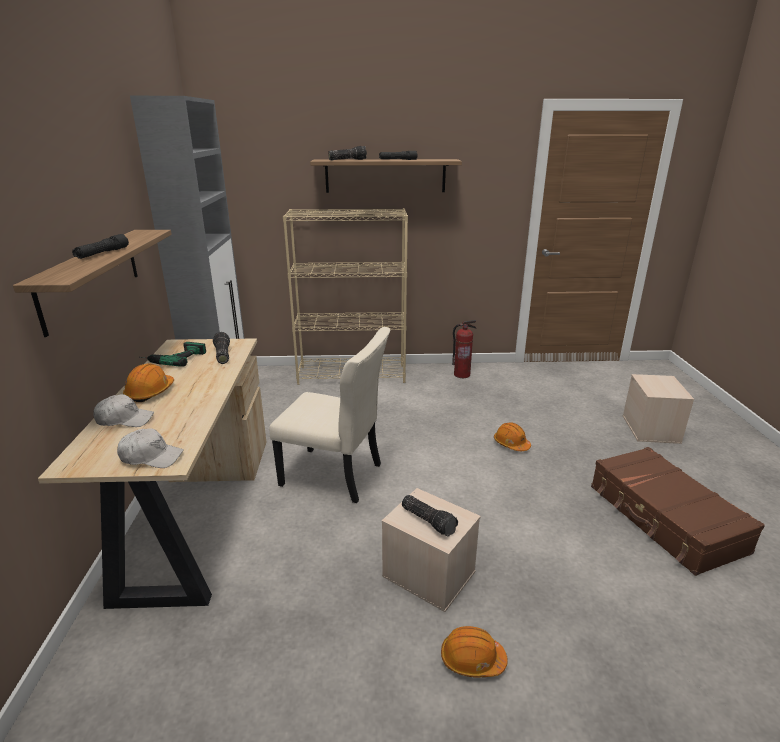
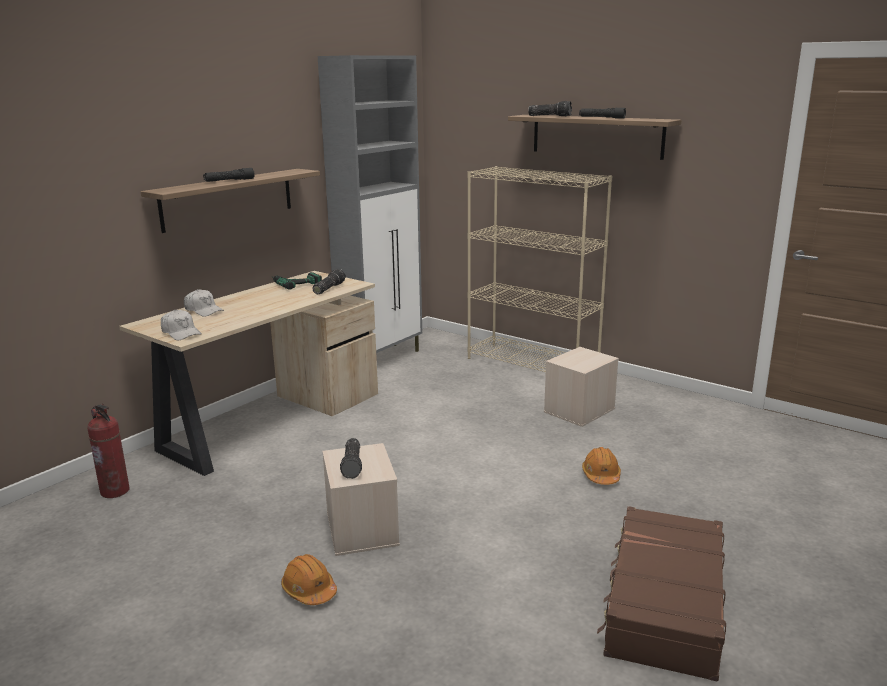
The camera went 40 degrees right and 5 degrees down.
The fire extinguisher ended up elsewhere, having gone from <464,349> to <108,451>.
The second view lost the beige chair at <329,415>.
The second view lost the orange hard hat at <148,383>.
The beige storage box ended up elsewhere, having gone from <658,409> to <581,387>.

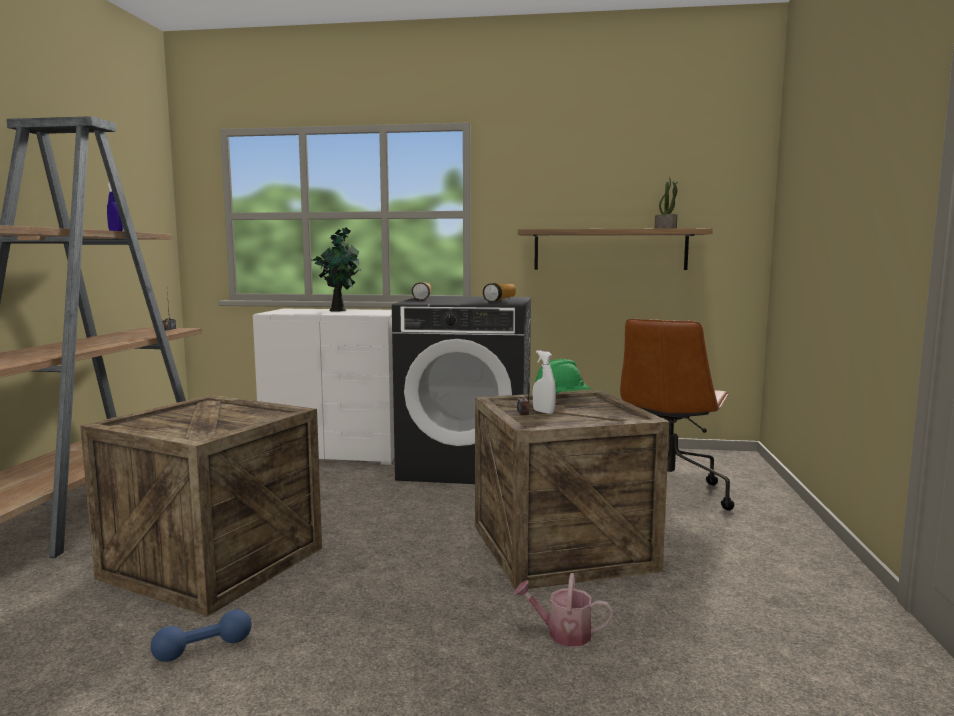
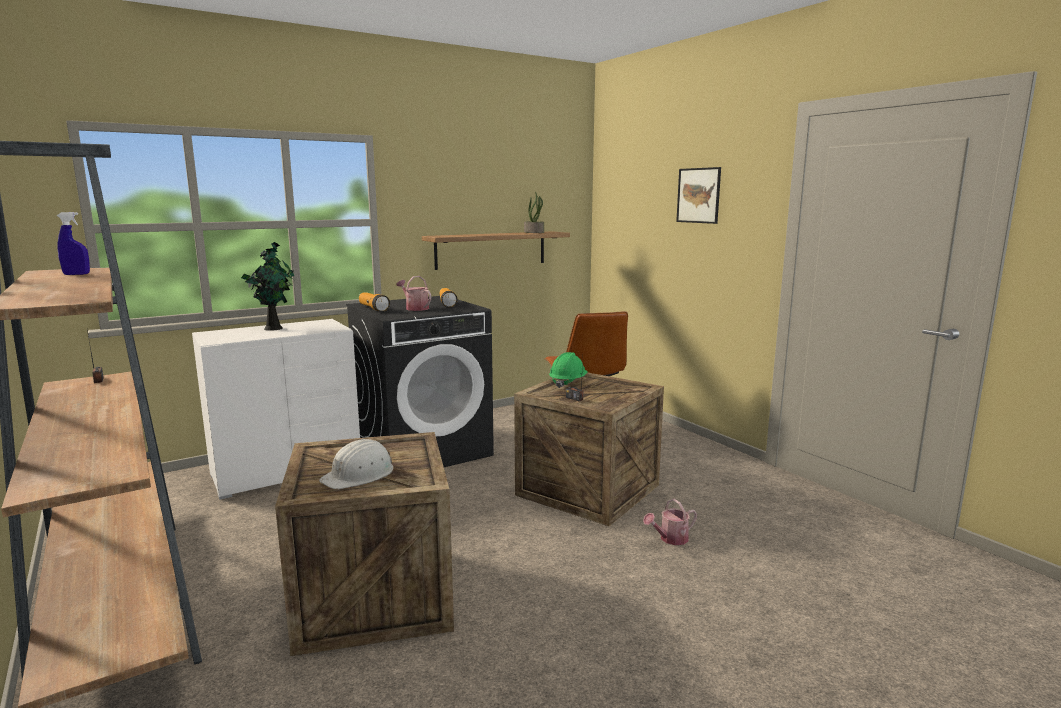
The camera went 40 degrees left and 5 degrees up.
The second view lost the white spray bottle at <544,382>.
The second view lost the blue dumbbell at <201,635>.
The second view gained the picture at <698,195>.
The second view gained the watering can at <414,293>.
The second view gained the white hard hat at <356,464>.

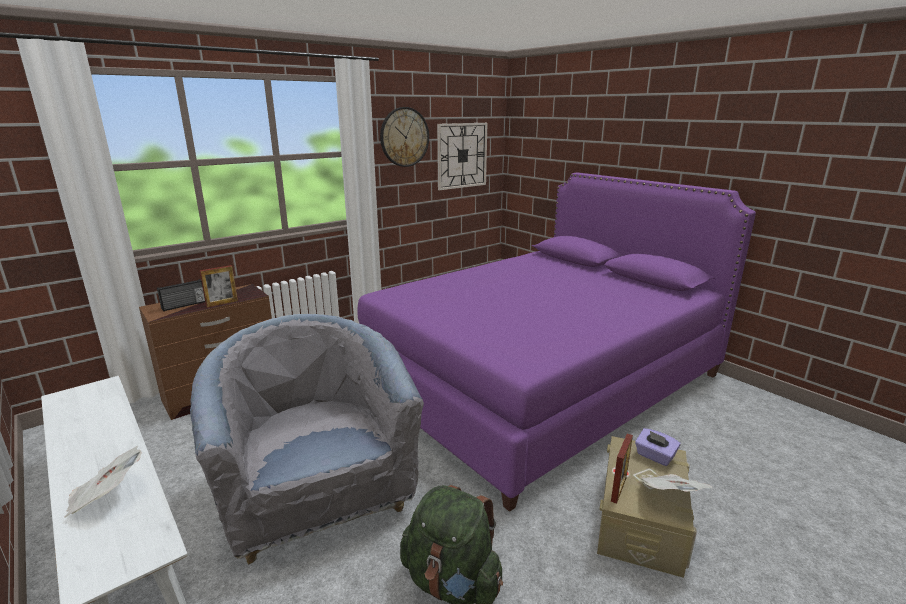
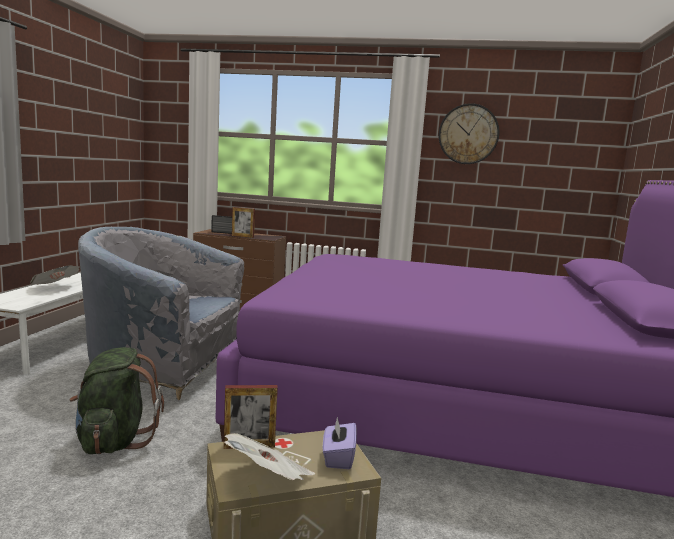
The camera went 50 degrees right and 10 degrees down.
The second view lost the wall clock at <462,156>.
The grey armchair at <307,439> ended up facing another way, 105 degrees counterclockwise from before.

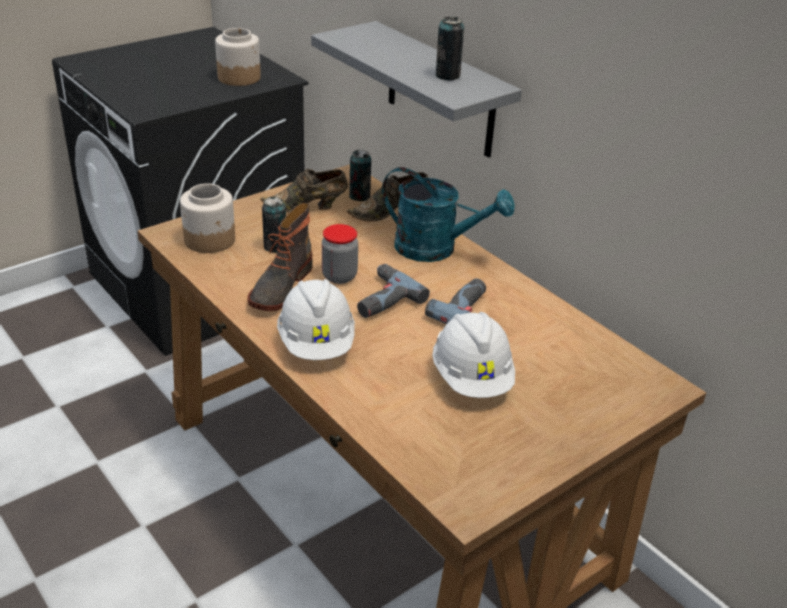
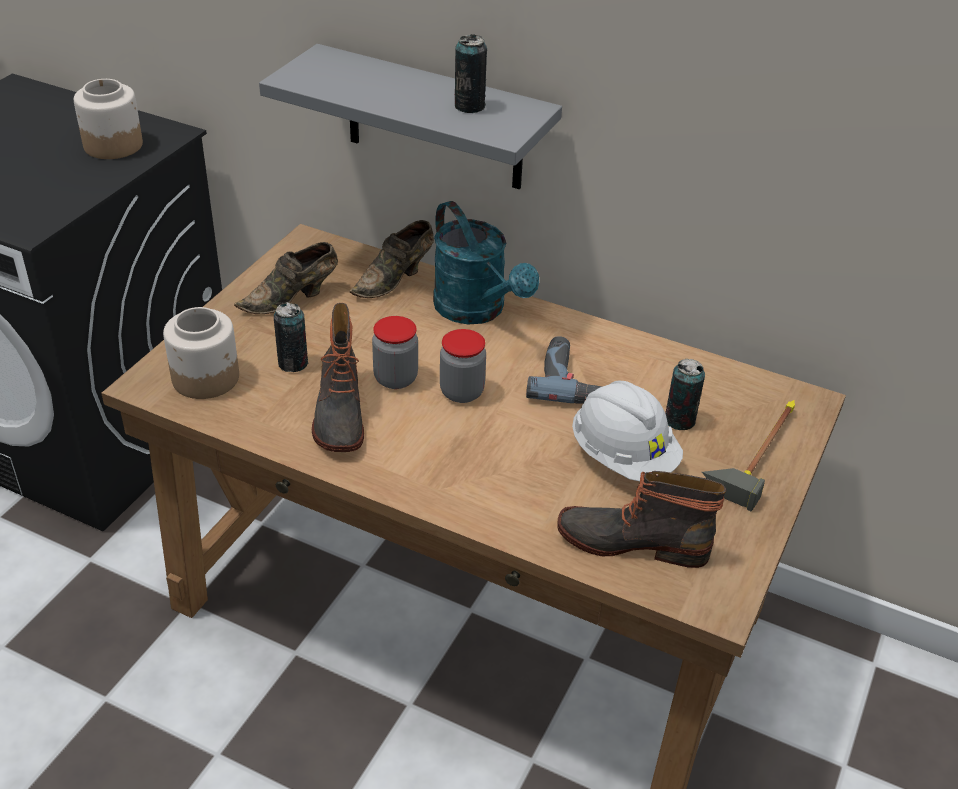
The camera went 25 degrees left and 5 degrees up.
The can ended up elsewhere, having gone from <360,175> to <685,394>.
The turquoise watering can at <448,214> ended up facing another way, 60 degrees clockwise from before.
Where the power drill stood at <393,291>, the jar came to stand at <463,366>.
The second view lost the white hard hat at <316,319>.
The second view gained the hammer at <748,455>.
The second view gained the boot at <641,519>.

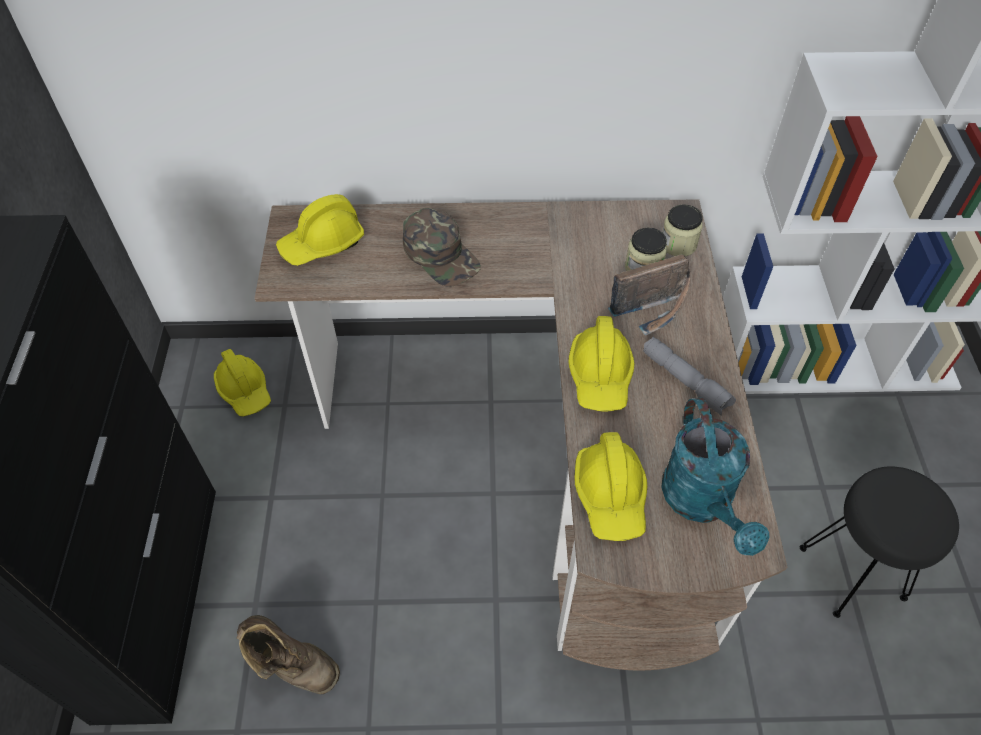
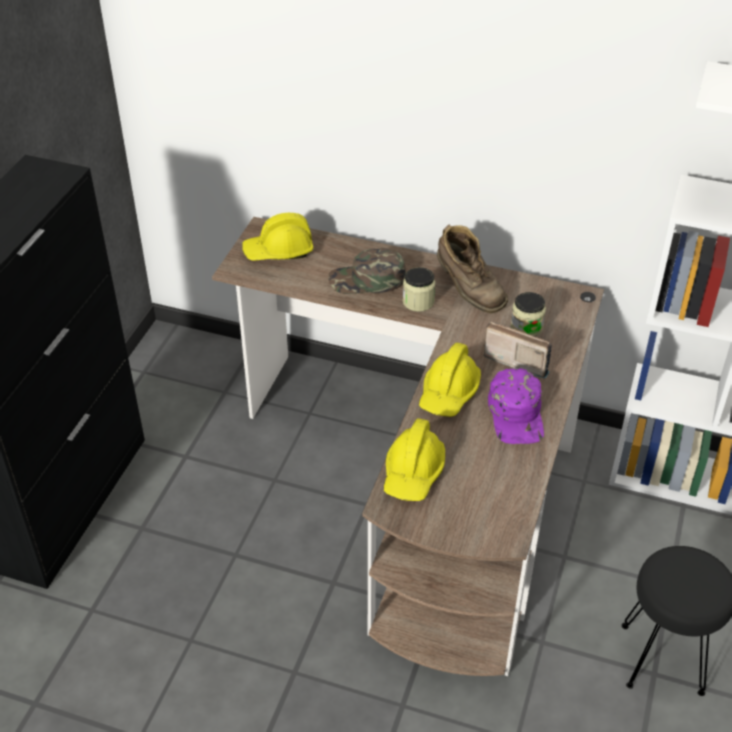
The camera went 20 degrees right and 10 degrees down.
The jar ended up elsewhere, having gone from <682,230> to <419,289>.
The green cap at <442,247> ended up facing another way, 105 degrees clockwise from before.
The radio at <649,295> ended up facing another way, 150 degrees counterclockwise from before.
Where the grey flashlight stood at <689,376>, the purple cap came to stand at <516,406>.
The second view lost the yellow hard hat at <242,383>.
The second view lost the turquoise watering can at <715,476>.
The brown boot ended up elsewhere, having gone from <288,654> to <472,269>.

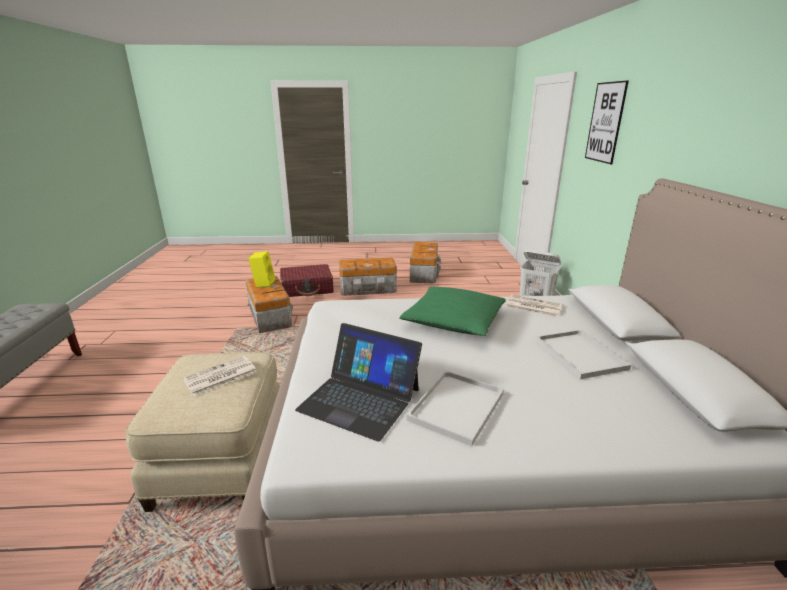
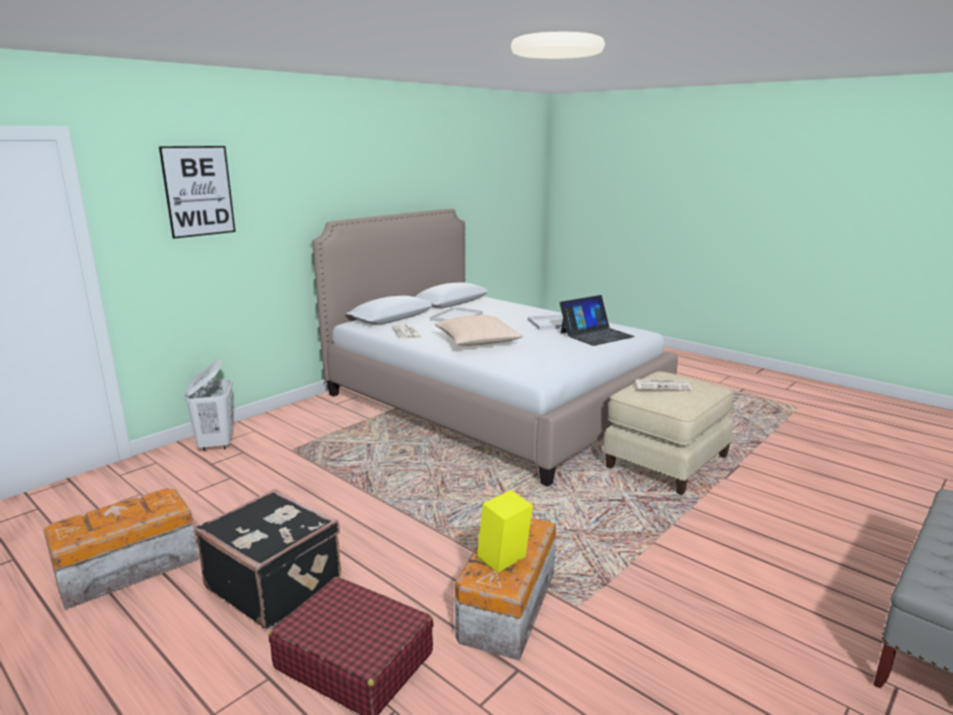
The camera went 135 degrees left and 5 degrees down.
Where the storage box stood at <368,276>, the black suitcase came to stand at <268,559>.
What was the green pillow at <452,311> turned into the beige pillow at <478,330>.
The laptop at <358,382> ended up facing another way, 75 degrees clockwise from before.

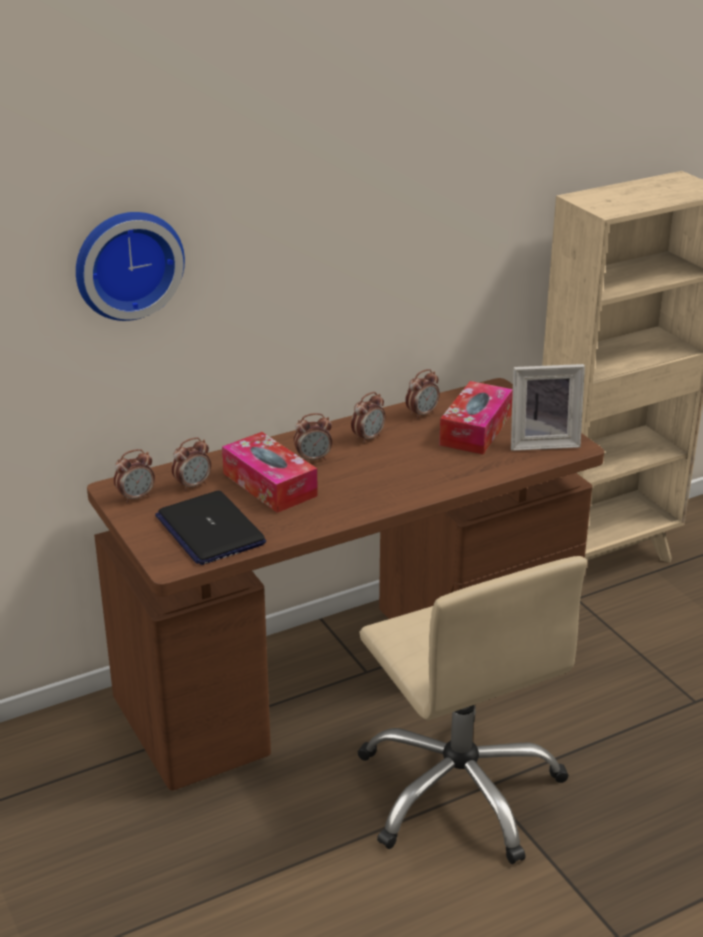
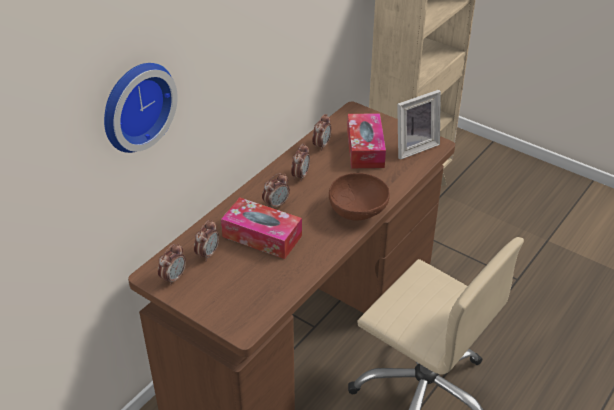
The camera went 25 degrees left and 10 degrees up.
The second view lost the laptop at <210,527>.
The second view gained the brown bowl at <359,197>.

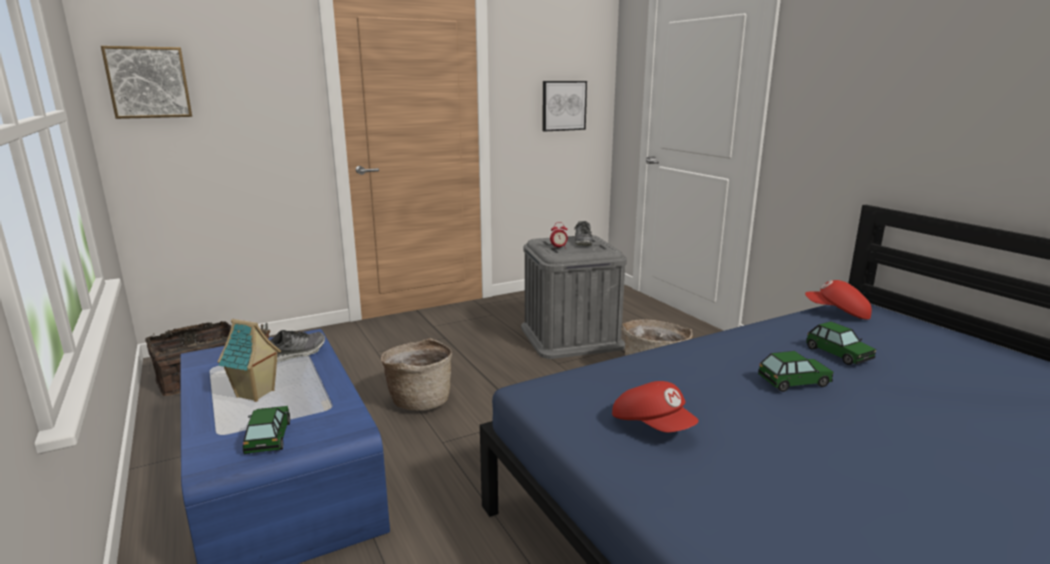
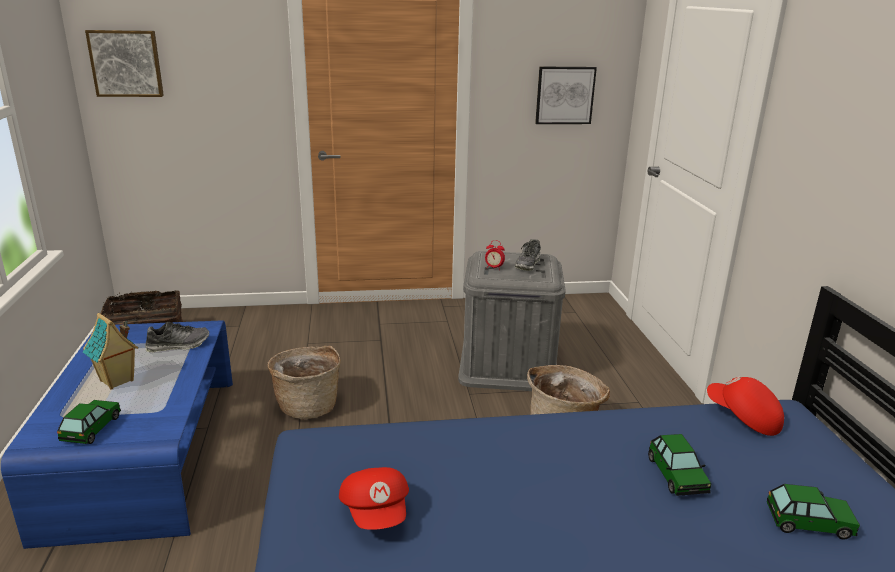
The camera went 20 degrees right and 5 degrees up.
The toy car ended up elsewhere, having gone from <795,371> to <813,511>.

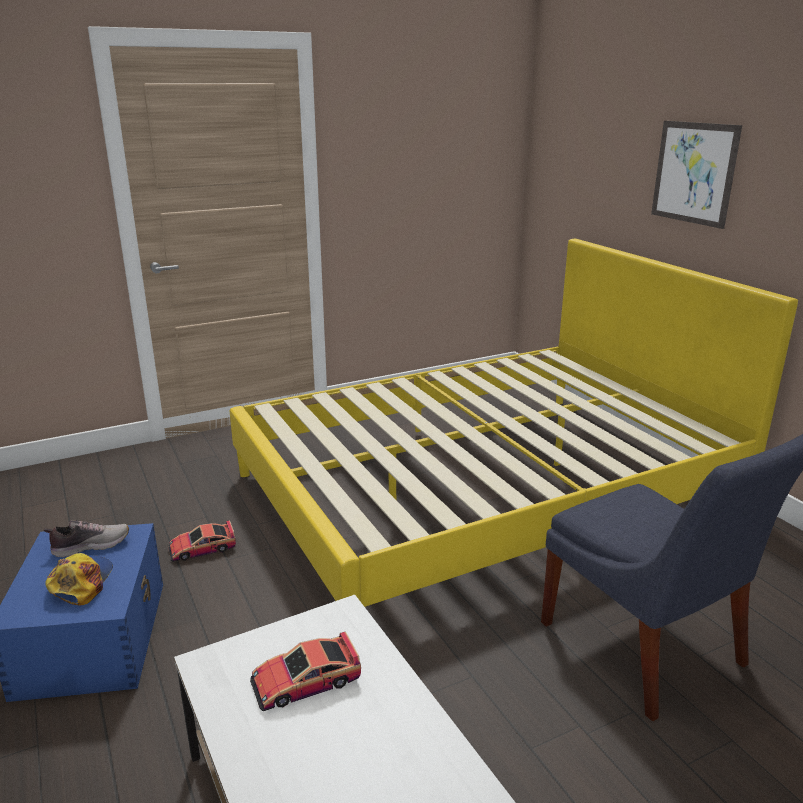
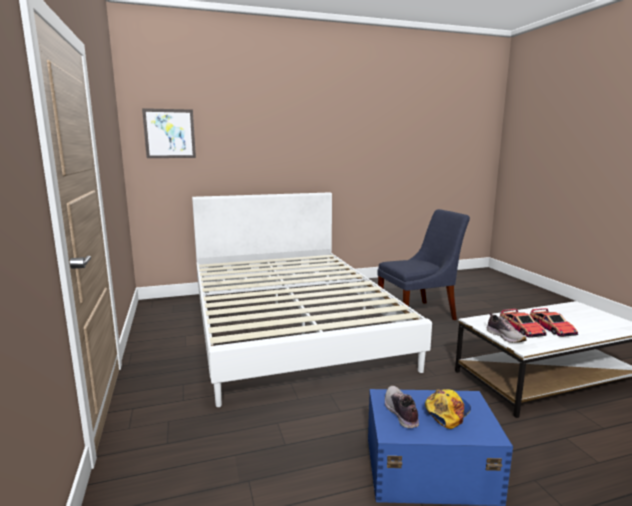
The camera went 80 degrees left and 10 degrees down.
The picture ended up elsewhere, having gone from <696,175> to <169,133>.
What was the yellow bed at <514,423> turned into the white bed at <312,299>.
The toy car ended up elsewhere, having gone from <202,541> to <554,322>.
The cap at <79,579> ended up facing another way, 120 degrees clockwise from before.
The second view gained the shoe at <507,327>.

